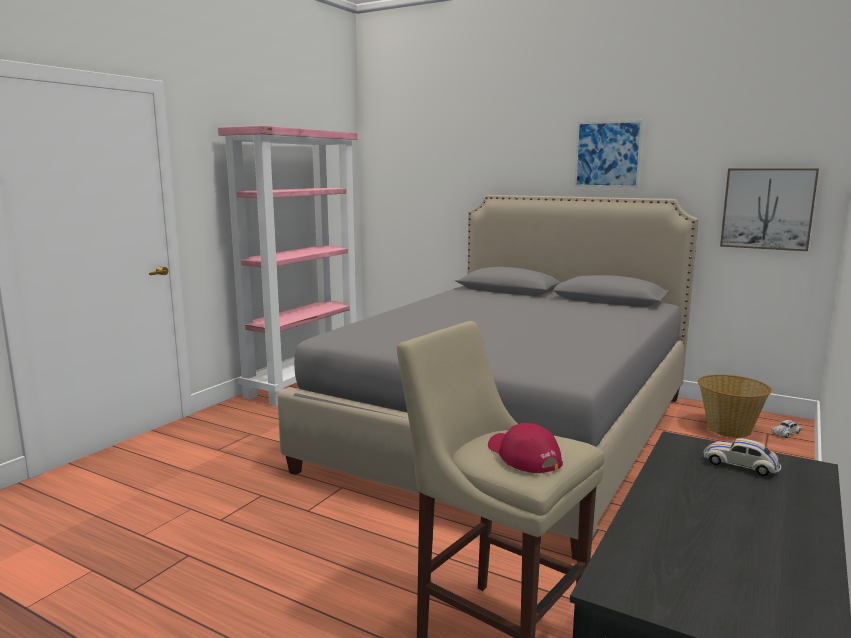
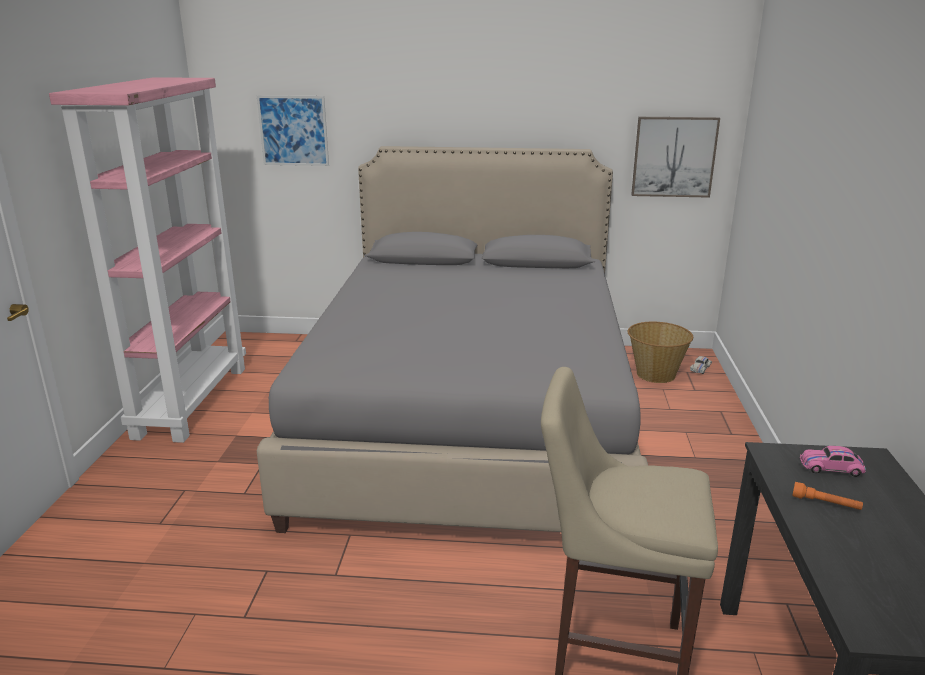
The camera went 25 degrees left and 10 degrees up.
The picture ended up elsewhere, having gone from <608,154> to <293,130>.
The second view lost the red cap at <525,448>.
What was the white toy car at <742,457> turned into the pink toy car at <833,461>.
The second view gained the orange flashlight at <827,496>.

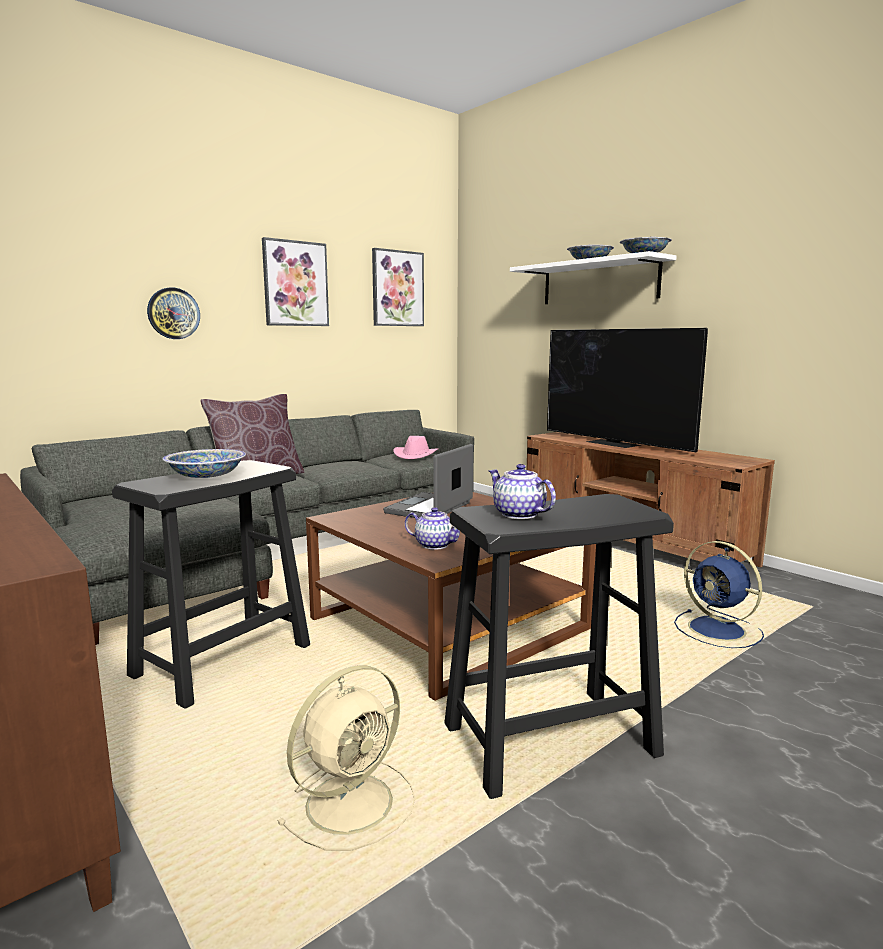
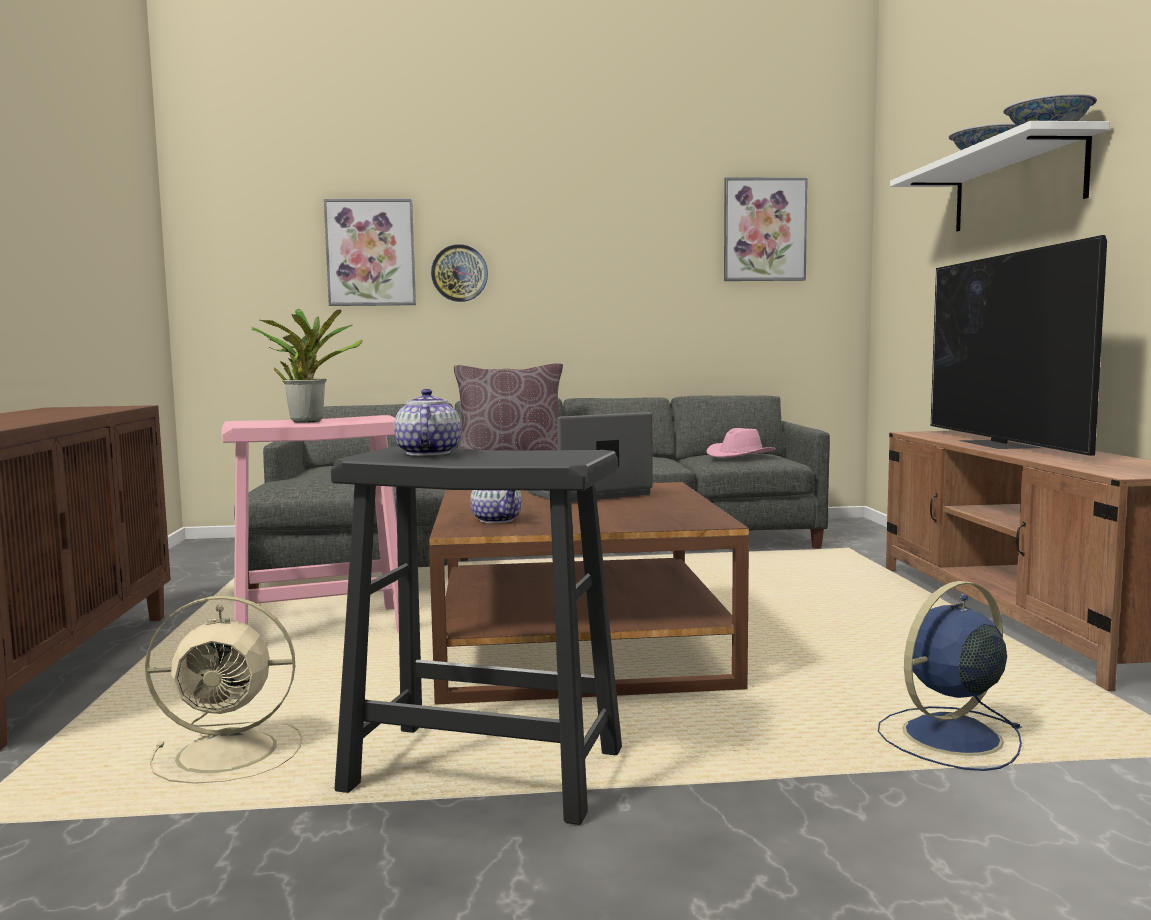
The camera went 35 degrees right and 5 degrees down.
The picture ended up elsewhere, having gone from <295,281> to <370,252>.
Where the bowl stood at <204,463>, the potted plant came to stand at <307,366>.
What was the black stool at <211,584> turned into the pink stool at <310,524>.
The blue fan at <719,594> ended up facing another way, 60 degrees clockwise from before.

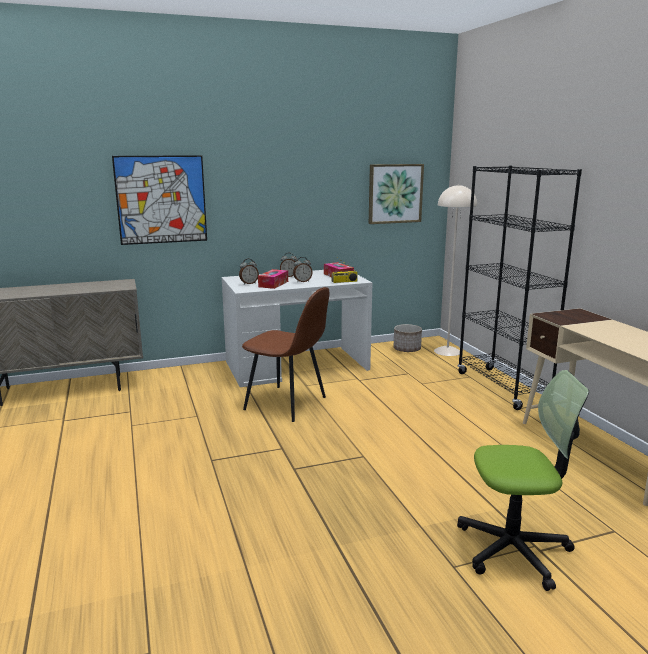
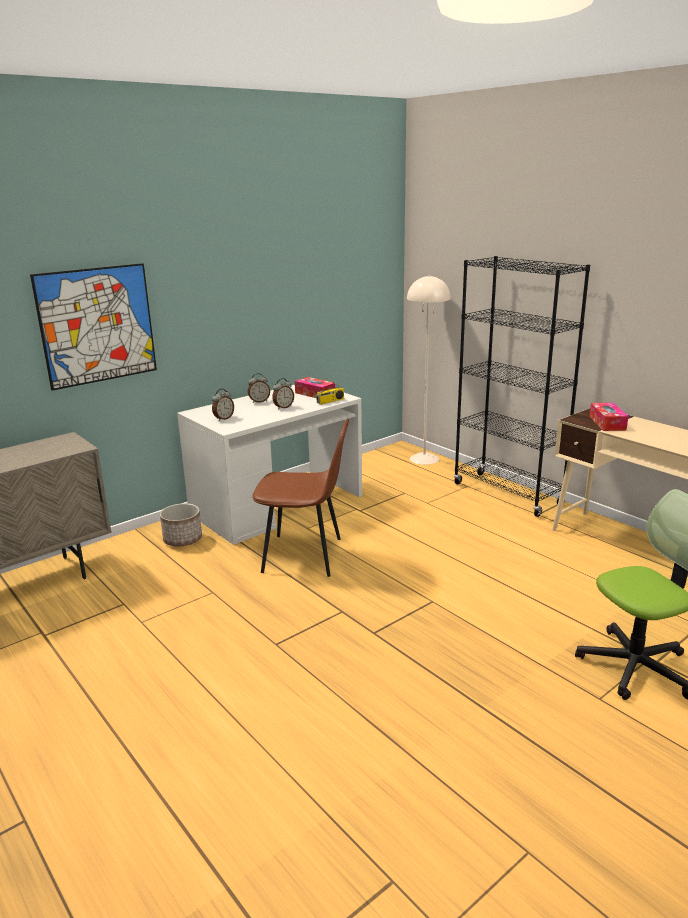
The camera went 20 degrees left and 5 degrees up.
The second view lost the picture at <396,194>.
The tissue box ended up elsewhere, having gone from <273,279> to <608,417>.
The planter ended up elsewhere, having gone from <408,338> to <181,525>.

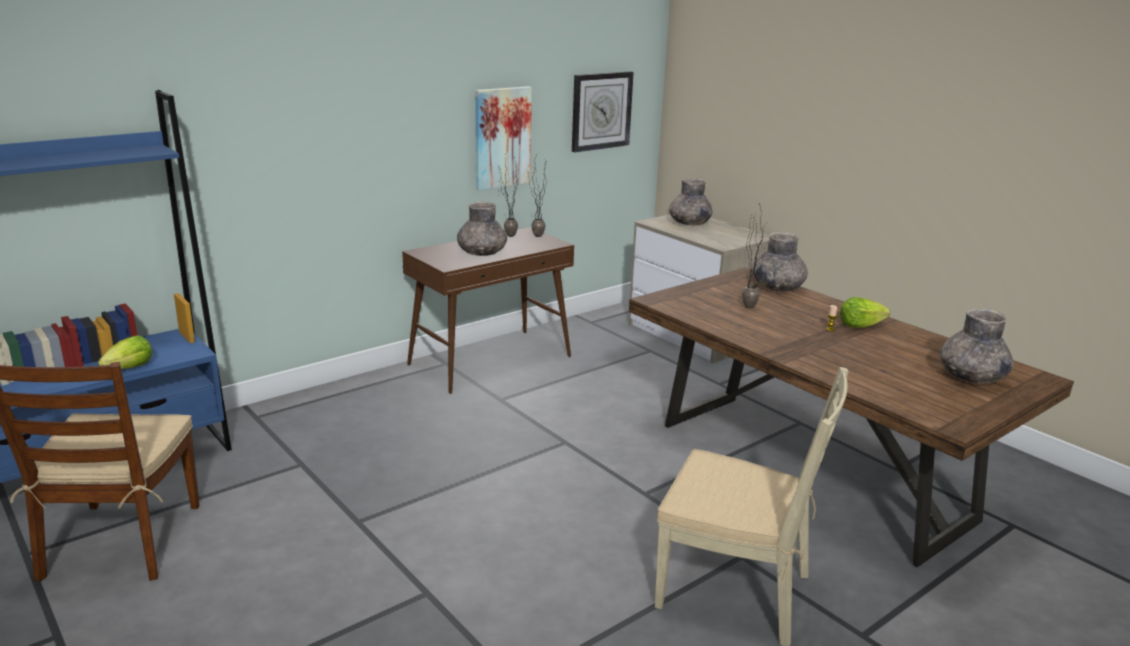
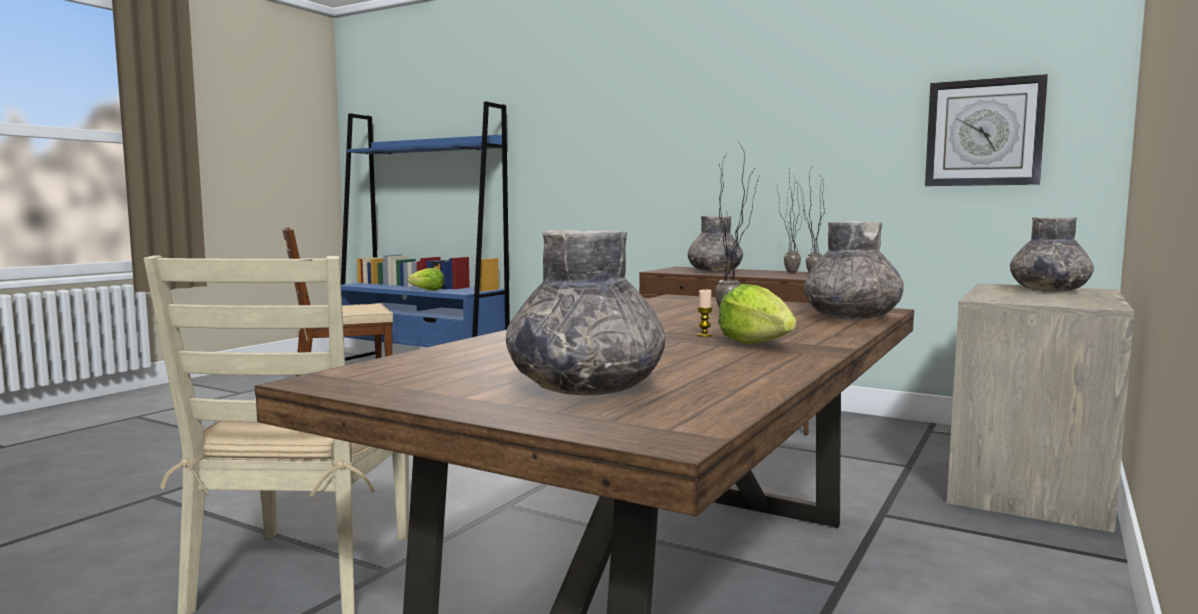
The camera went 70 degrees right and 15 degrees down.
The second view lost the picture at <503,138>.

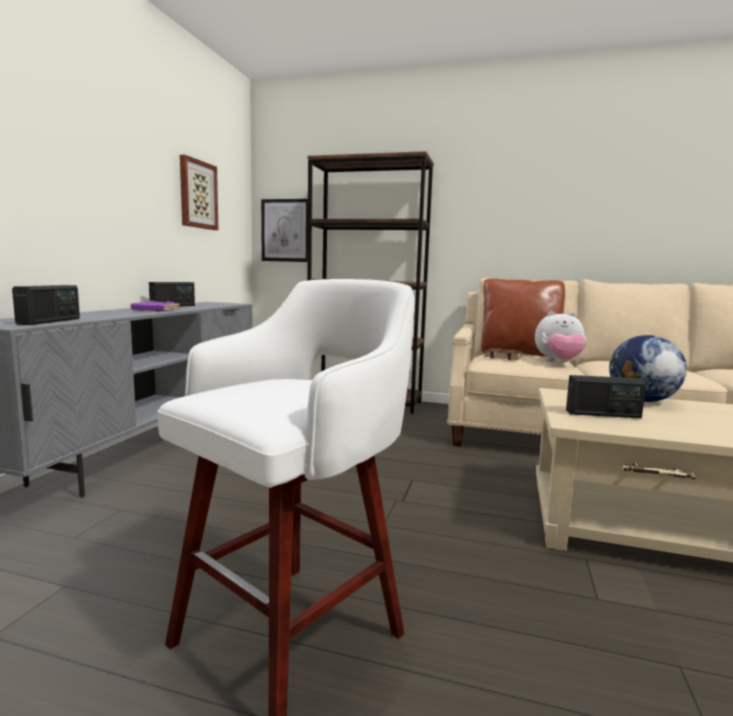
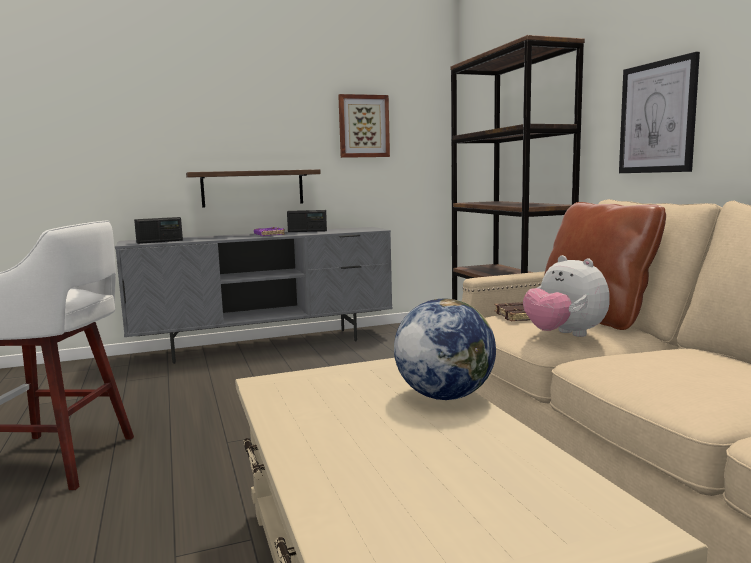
The camera went 55 degrees right and 0 degrees up.
The picture ended up elsewhere, having gone from <284,230> to <659,112>.
The second view lost the radio at <606,396>.
The second view gained the shelf at <253,188>.

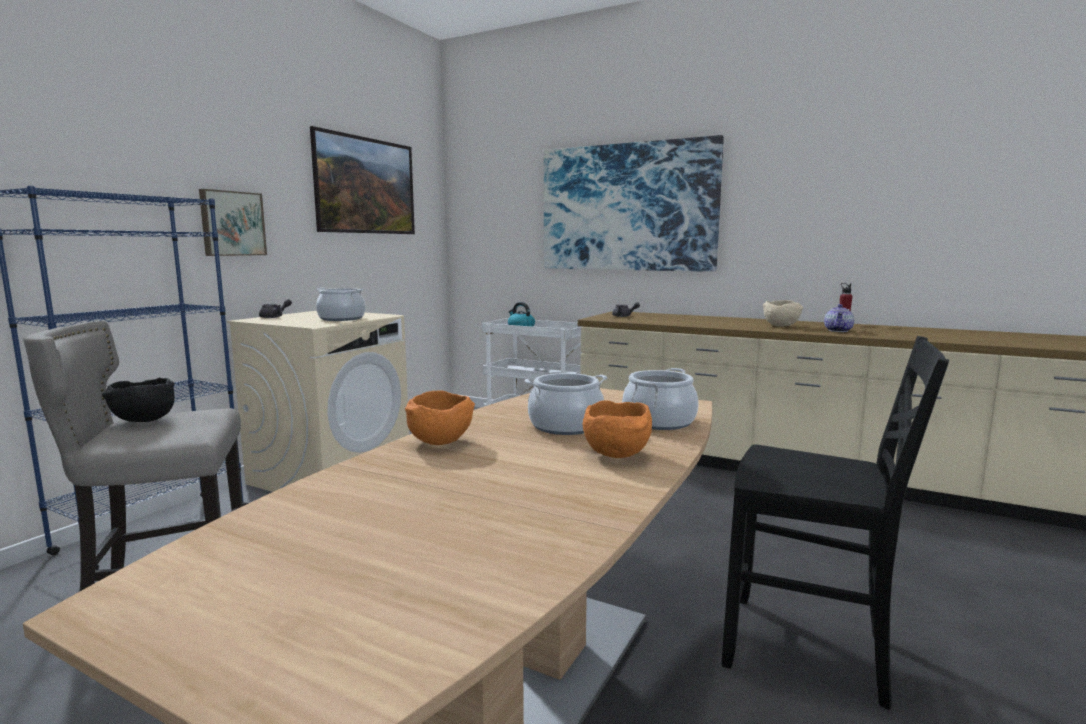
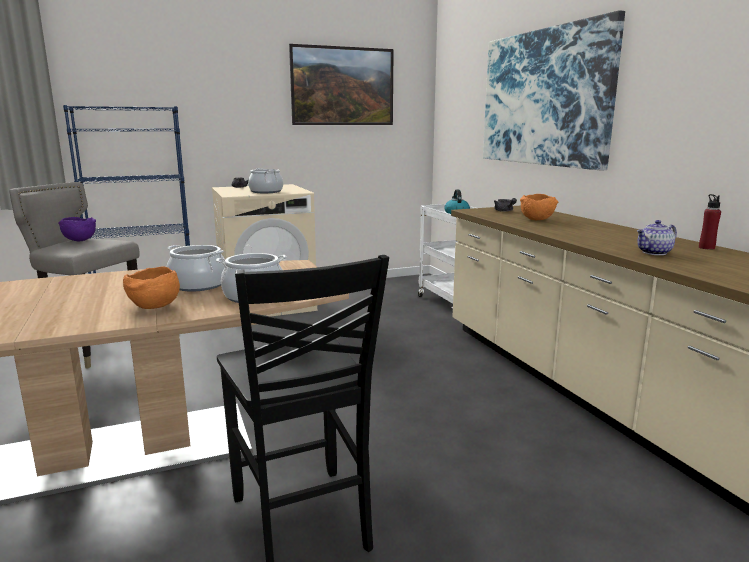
The camera went 40 degrees right and 5 degrees up.
The second view lost the picture at <233,222>.
The second view lost the beige bowl at <783,313>.
What was the black bowl at <138,400> turned into the purple bowl at <77,229>.
The orange bowl ended up elsewhere, having gone from <440,417> to <539,207>.

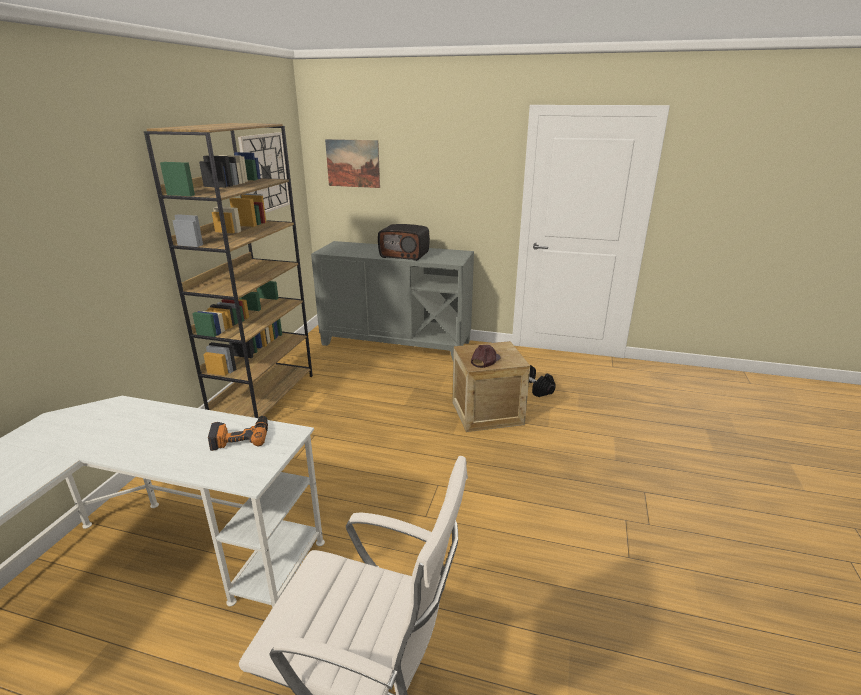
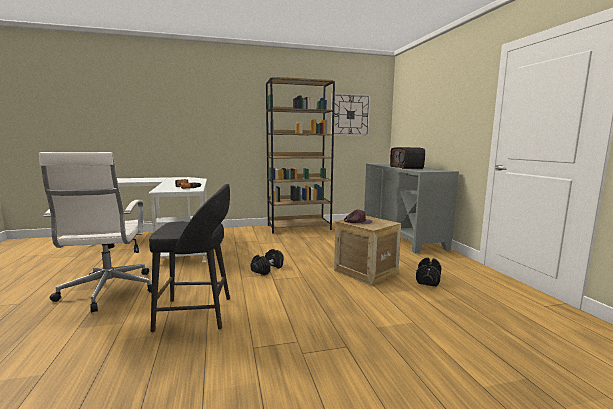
The camera went 60 degrees right and 15 degrees down.
The second view lost the picture at <352,163>.
The second view gained the black stool at <189,258>.
The second view gained the black dumbbell at <267,262>.

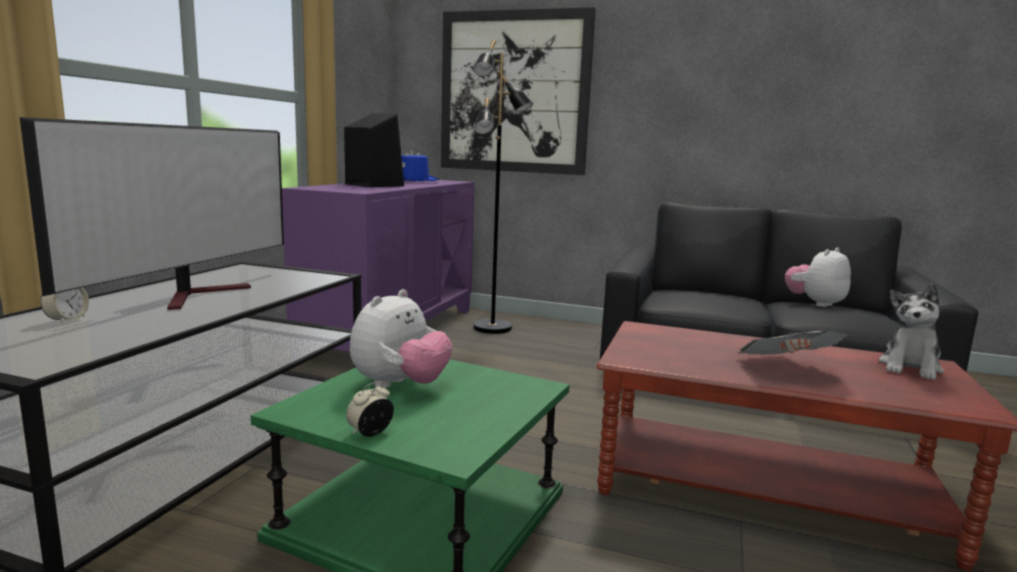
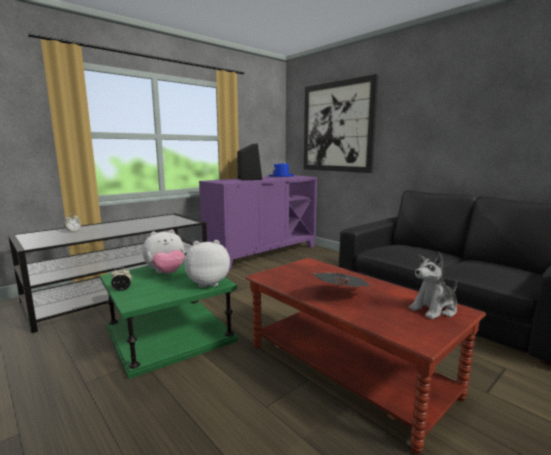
The camera went 30 degrees right and 0 degrees up.
The second view lost the black floor lamp at <503,187>.
The second view lost the television at <152,213>.
The plush toy ended up elsewhere, having gone from <818,277> to <207,264>.

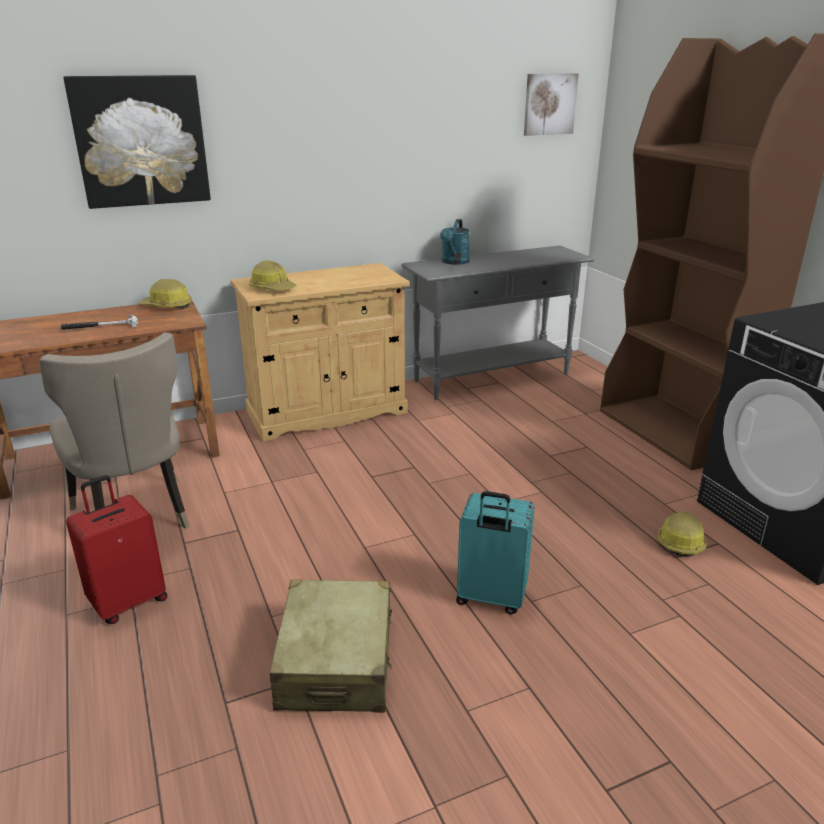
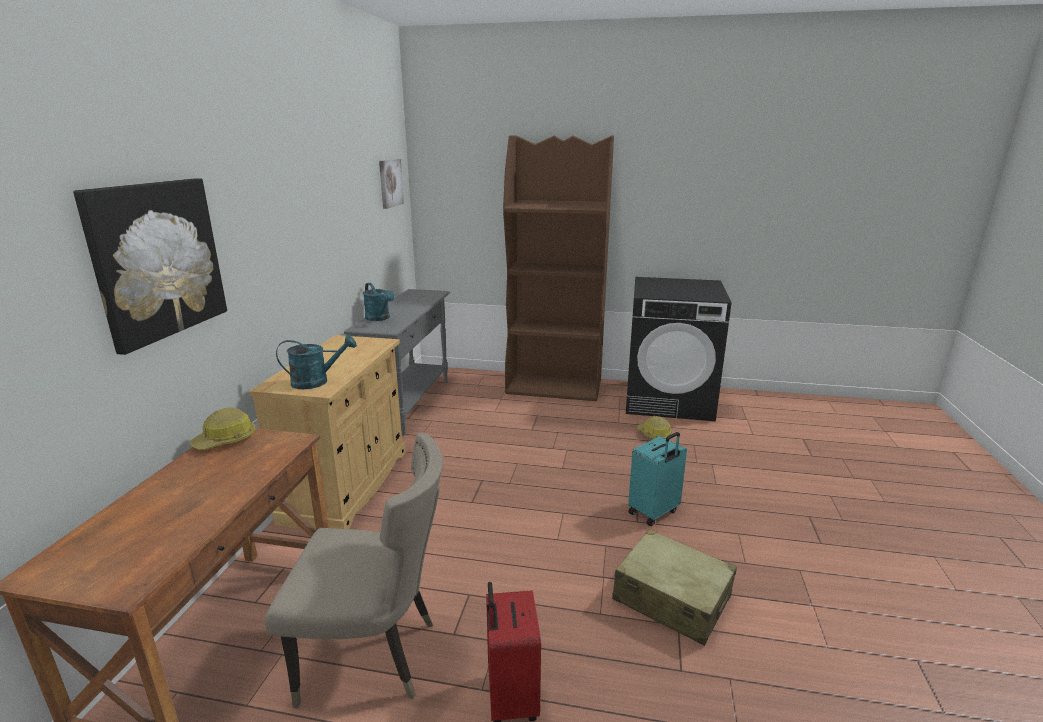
The camera went 55 degrees left and 5 degrees down.
Where the hard hat stood at <272,275>, the turquoise watering can came to stand at <316,362>.
The second view lost the hammer at <99,322>.

